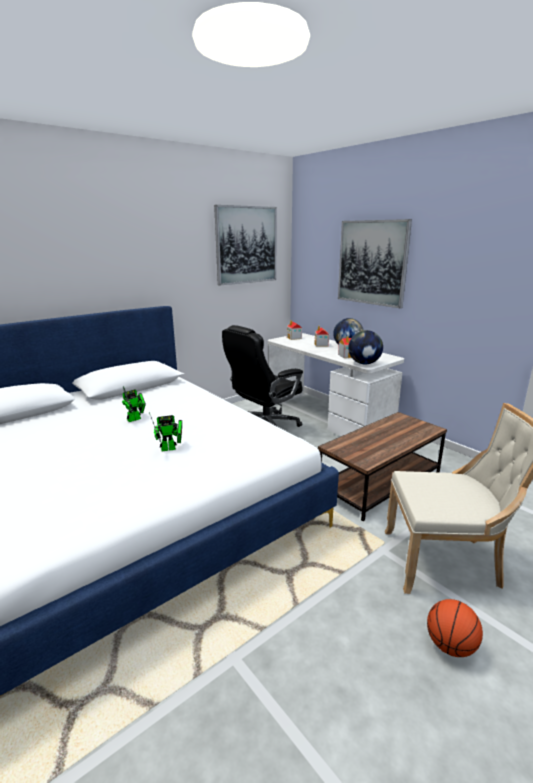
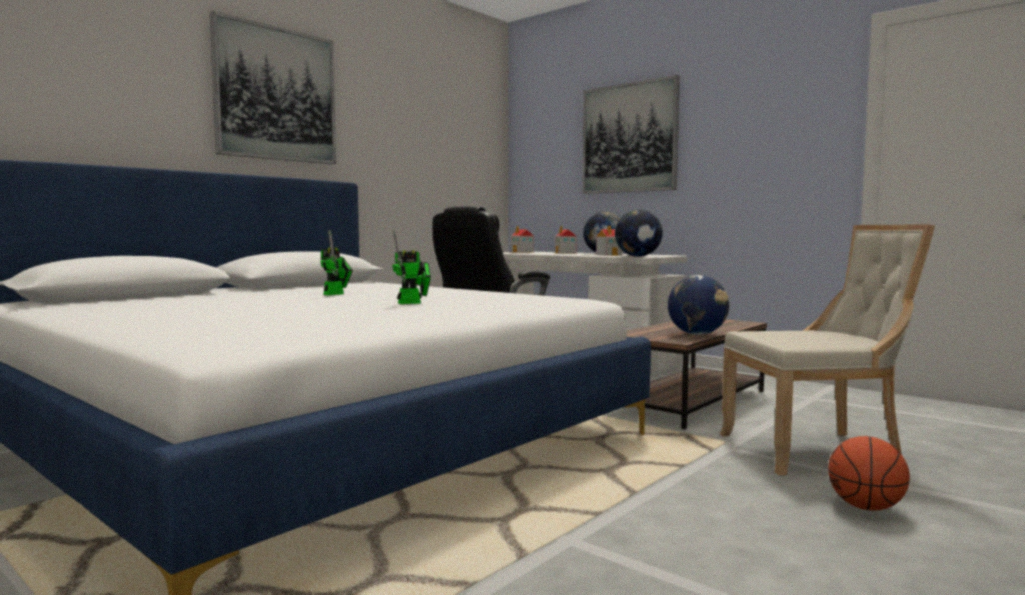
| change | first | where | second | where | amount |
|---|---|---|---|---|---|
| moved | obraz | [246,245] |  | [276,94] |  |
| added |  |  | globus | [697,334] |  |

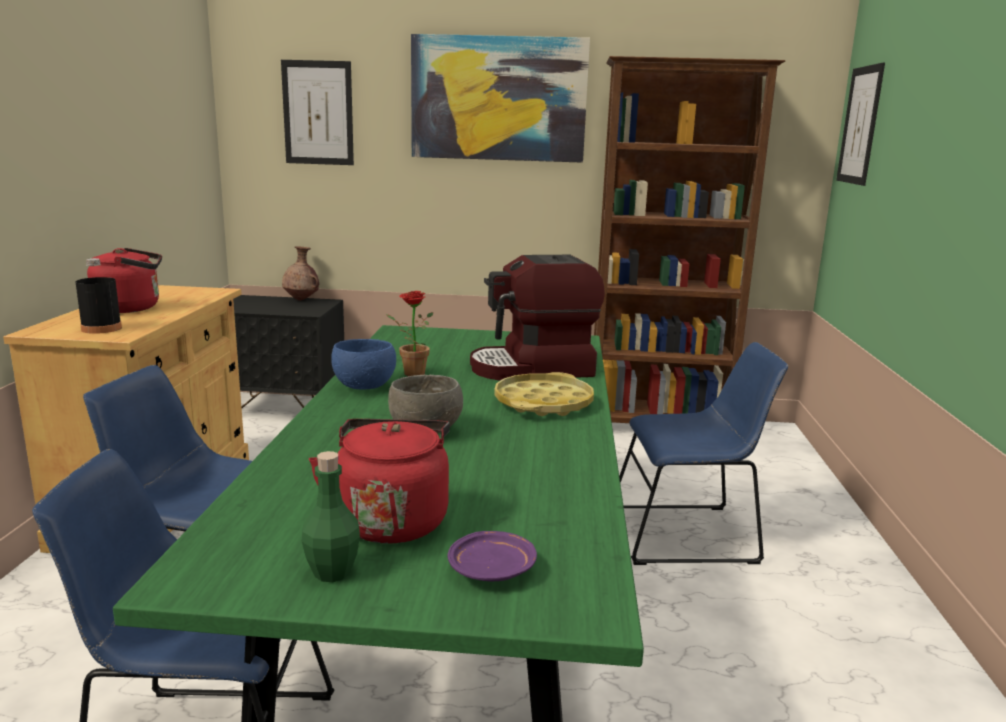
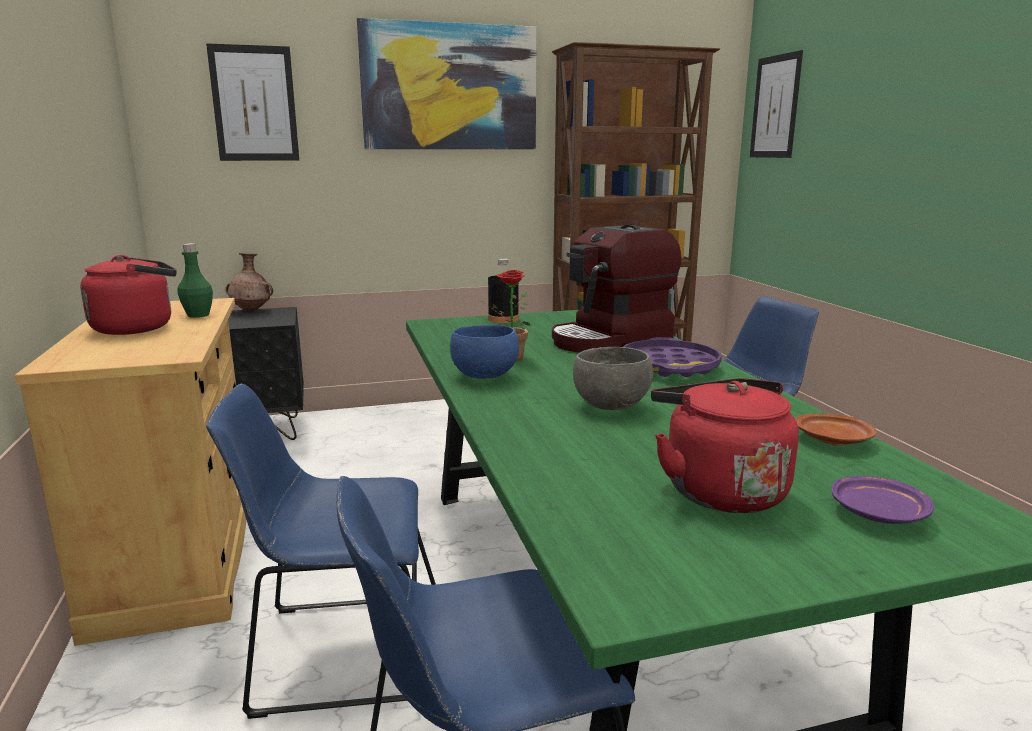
| change | first | where | second | where | amount |
|---|---|---|---|---|---|
| moved | butelka/czarny | [101,328] |  | [503,319] |  |
| moved | butelka/zielony | [332,572] |  | [198,315] |  |
| recoloured | taca/żółty | [543,403] | taca/fioletowy | [669,366] |  |
| added |  |  | talerz/brązowy | [834,440] |  |

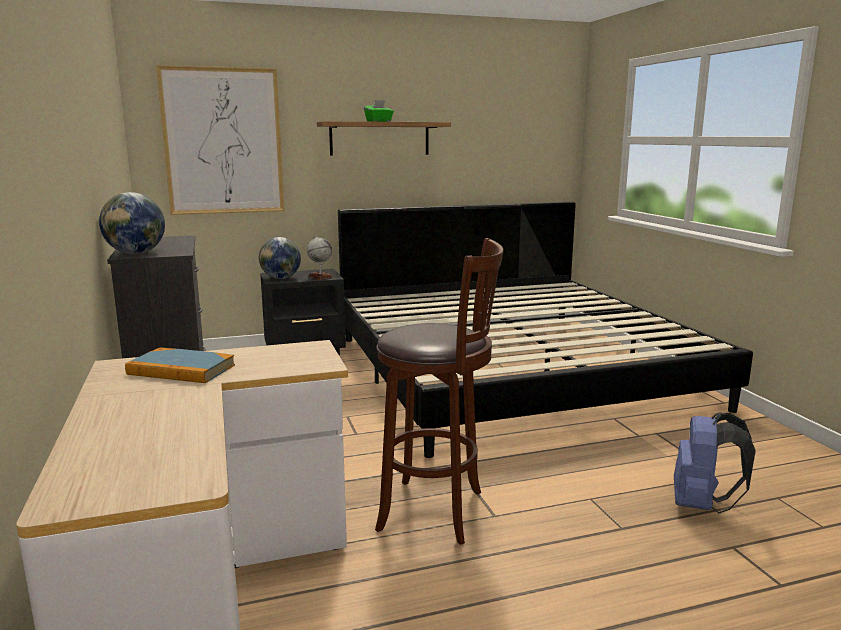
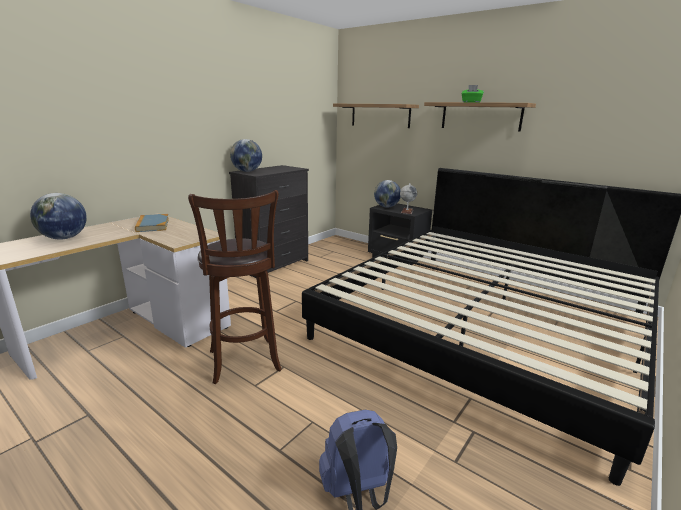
| change | first | where | second | where | amount |
|---|---|---|---|---|---|
| replaced | obraz | [223,141] | półka | [380,115] |  |
| added |  |  | globus | [64,238] |  |

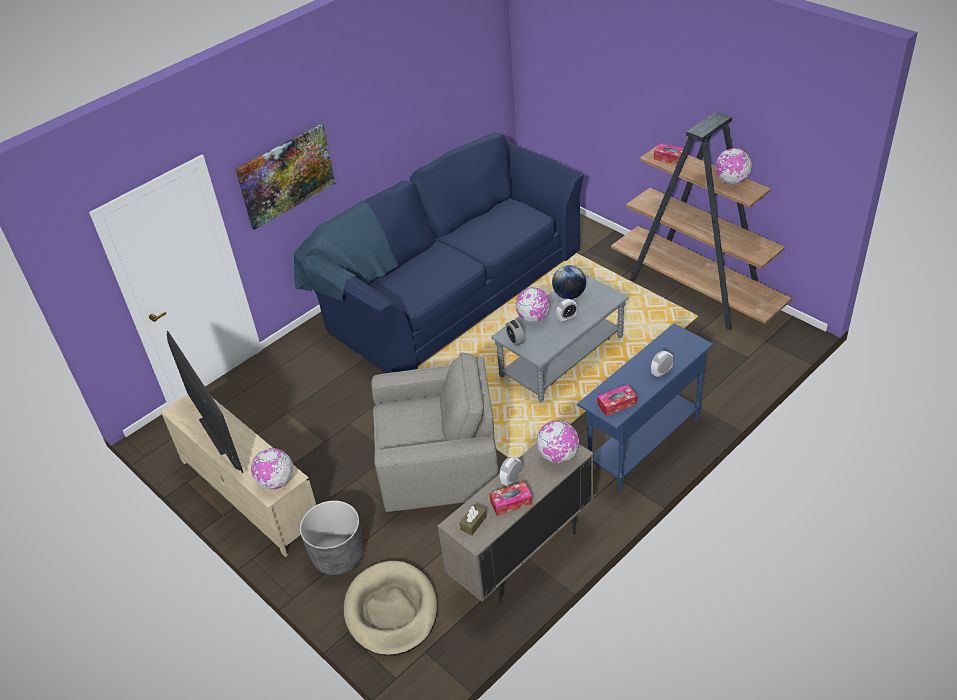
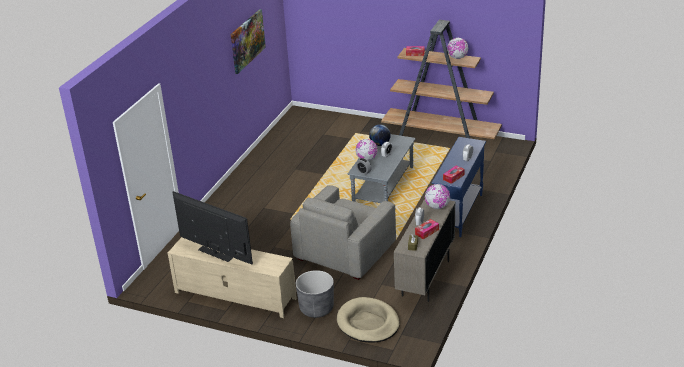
| change | first | where | second | where | amount |
|---|---|---|---|---|---|
| moved | obraz | [286,175] |  | [247,40] |  |
| removed | globus | [276,482] |  |  |  |
| removed | kanapa/niebieski | [449,287] |  |  |  |
| turned | fotel/szary | [438,462] |  | [345,251] | 150 degrees clockwise |

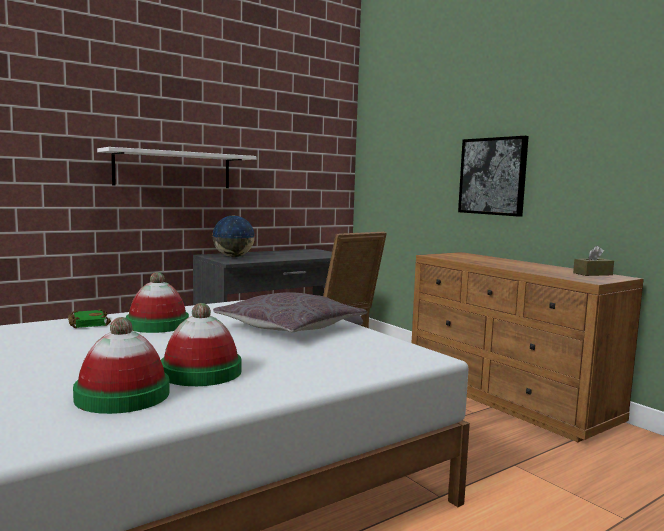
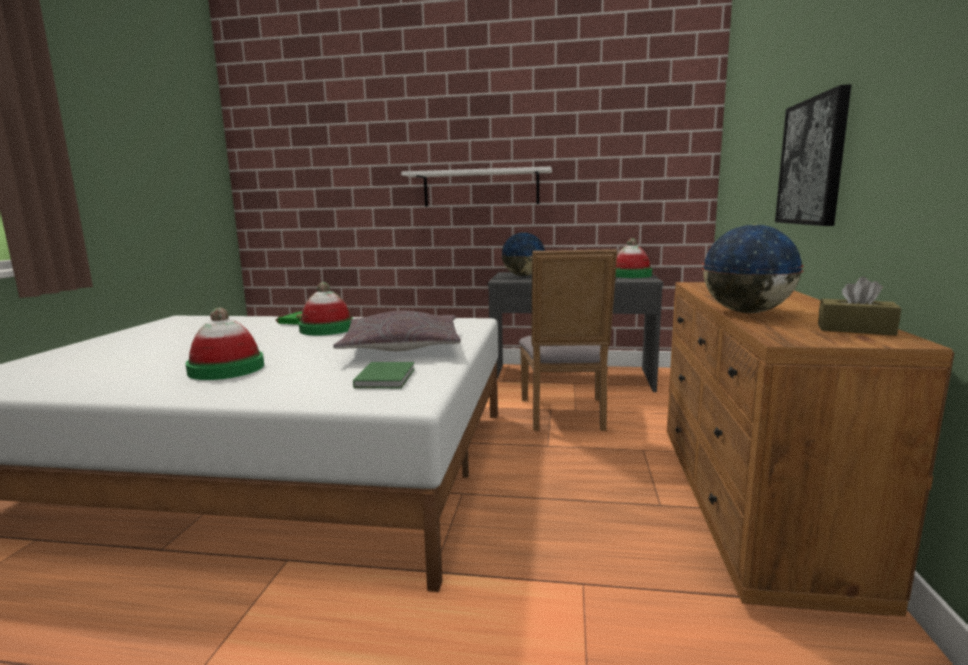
| change | first | where | second | where | amount |
|---|---|---|---|---|---|
| moved | kapelusz | [122,395] |  | [630,275] |  |
| added |  |  | książka/zielony | [387,377] |  |
| added |  |  | globus | [746,312] |  |

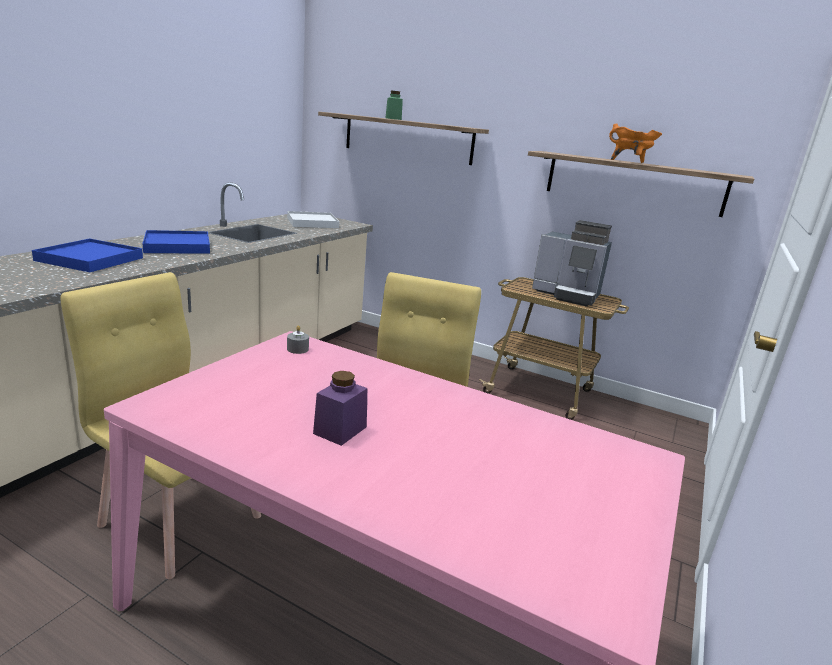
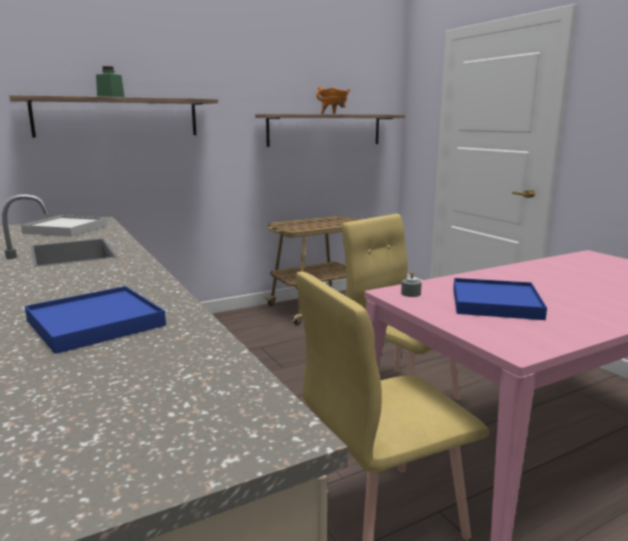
| change | first | where | second | where | amount |
|---|---|---|---|---|---|
| moved | taca/niebieski | [177,246] |  | [495,303] |  |
| removed | słoik/fioletowy | [340,430] |  |  |  |
| removed | ekspres do kawy | [567,295] |  |  |  |

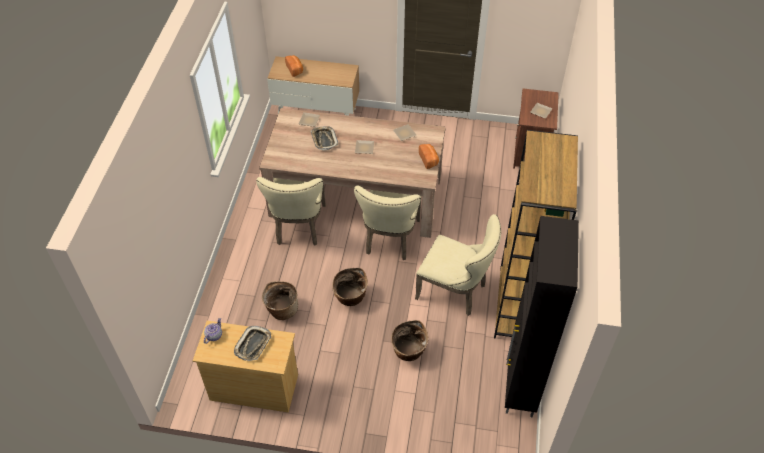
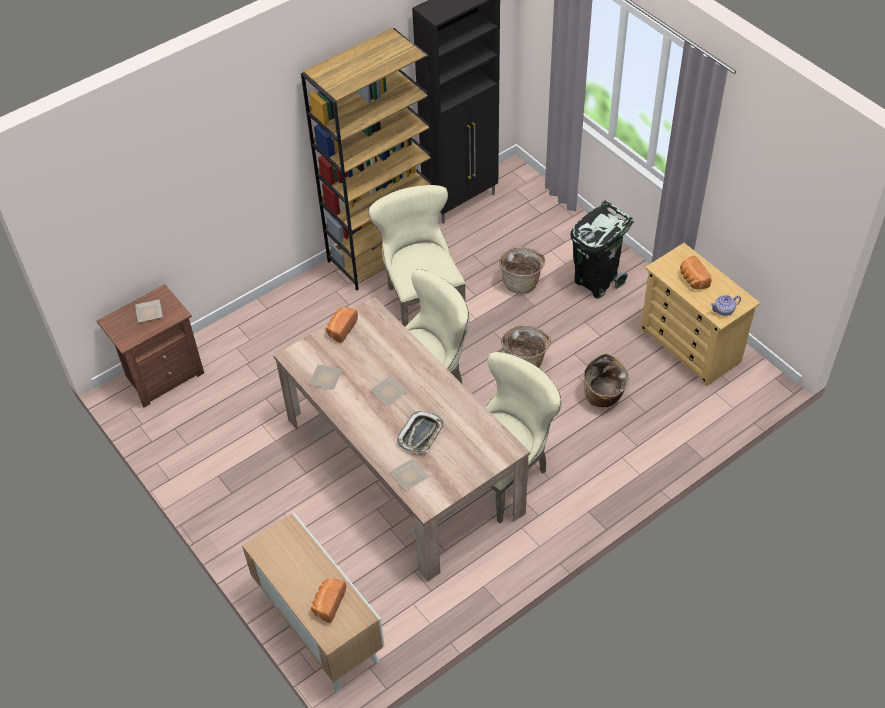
| change | first | where | second | where | amount |
|---|---|---|---|---|---|
| replaced | taca | [253,345] | chleb | [692,280] |  |
| added |  |  | kosz na śmieci/czarny | [596,281] |  |

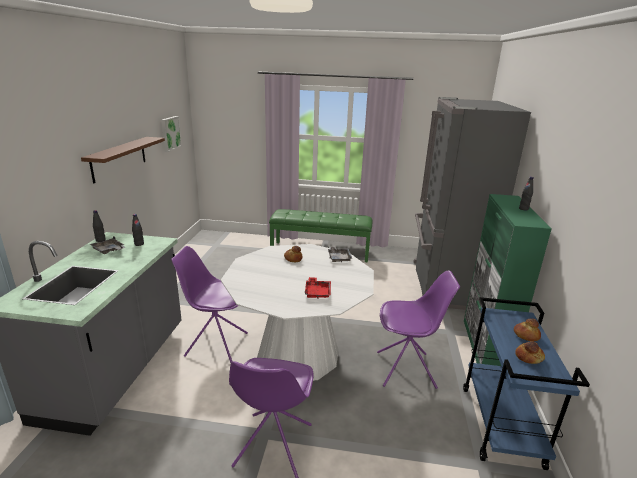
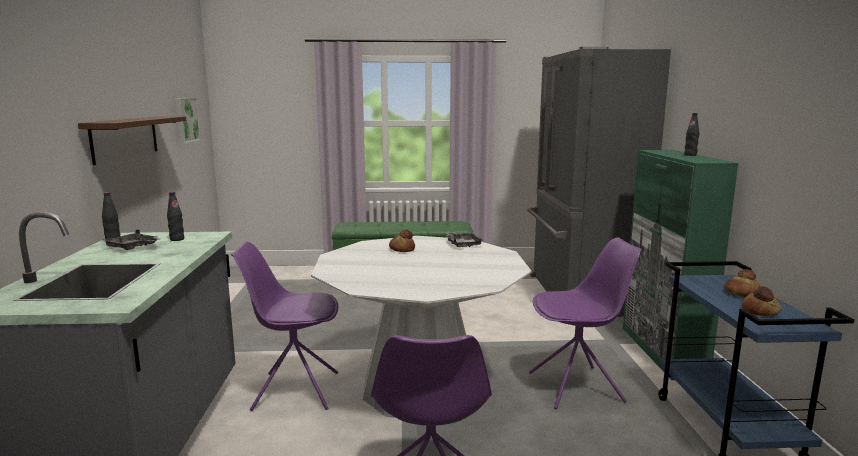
| change | first | where | second | where | amount |
|---|---|---|---|---|---|
| removed | taca/czerwony | [317,292] |  |  |  |

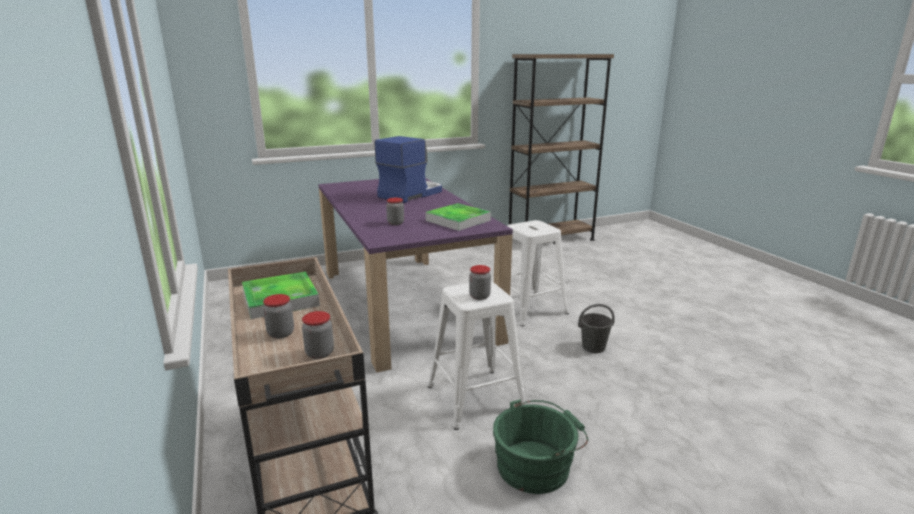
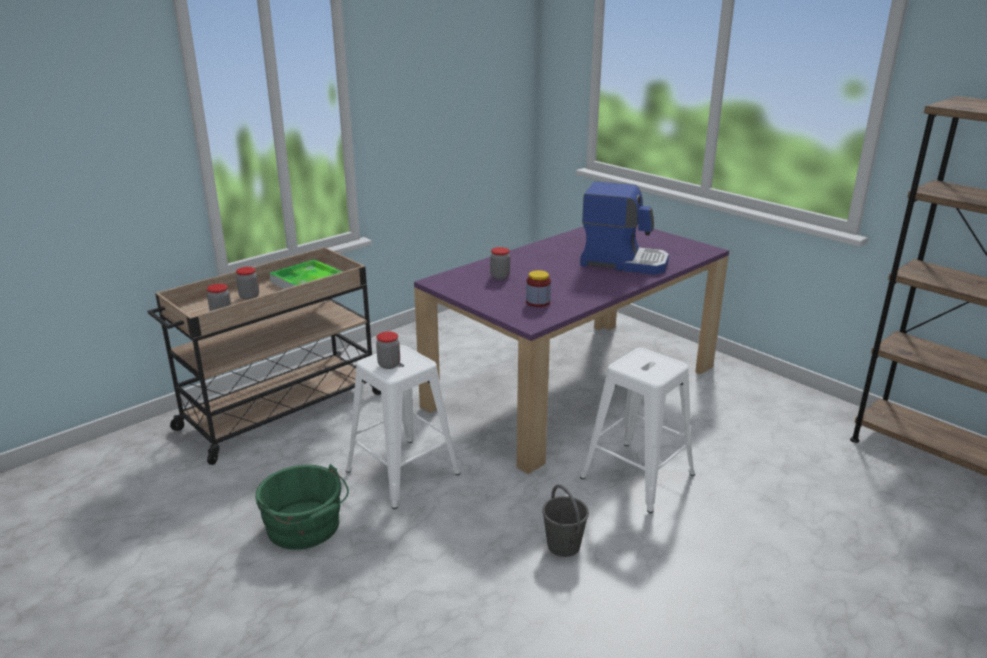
| change | first | where | second | where | amount |
|---|---|---|---|---|---|
| replaced | taca | [458,220] | słoik | [538,302] |  |

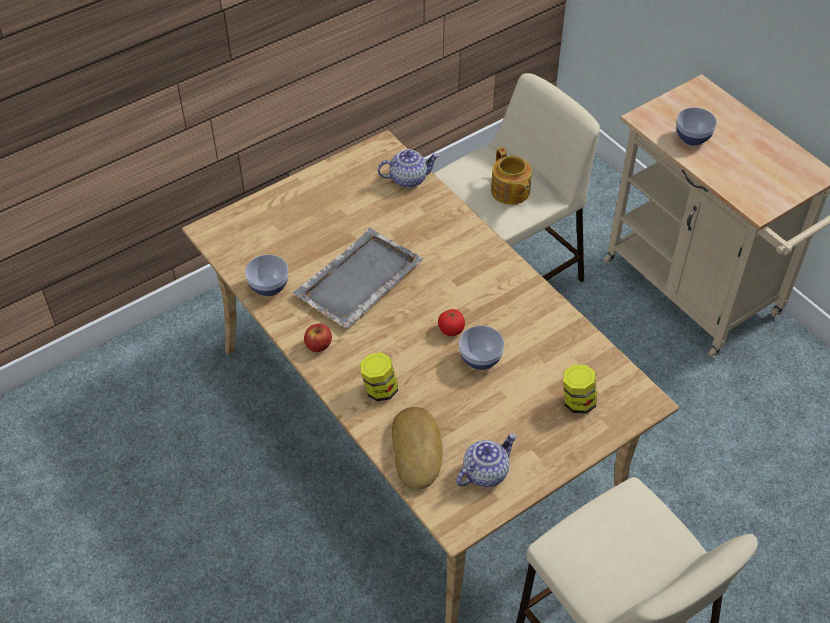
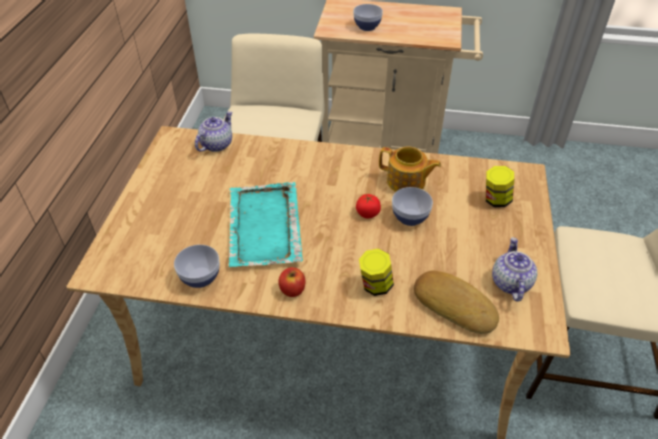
| change | first | where | second | where | amount |
|---|---|---|---|---|---|
| recoloured | taca/szary | [358,281] | taca/turkusowy | [264,227] |  |
| moved | imbryk | [510,192] |  | [406,182] |  |

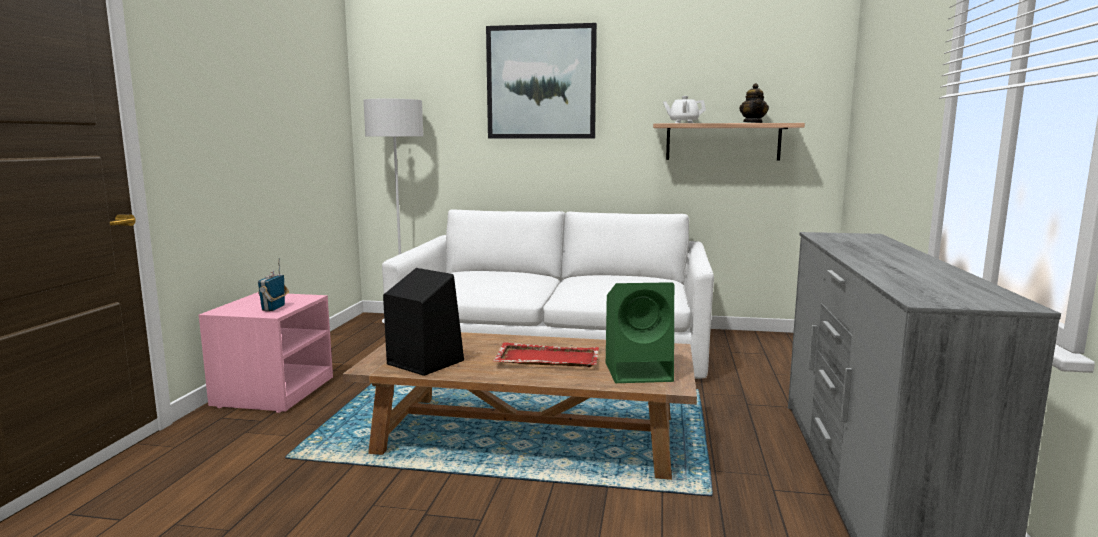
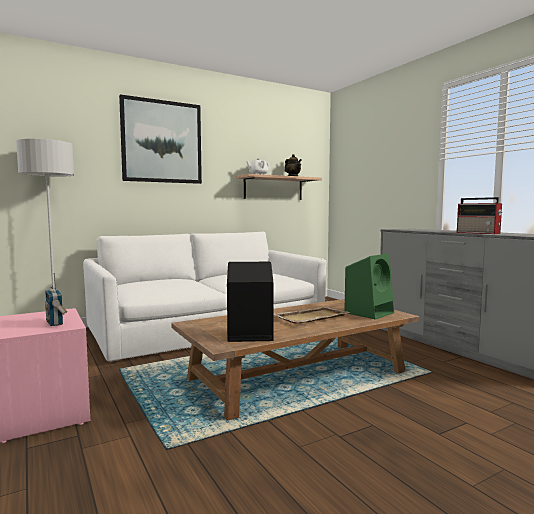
| change | first | where | second | where | amount |
|---|---|---|---|---|---|
| recoloured | taca/czerwony | [546,359] | taca/beżowy | [310,317] |  |
| added |  |  | radio | [479,233] |  |

